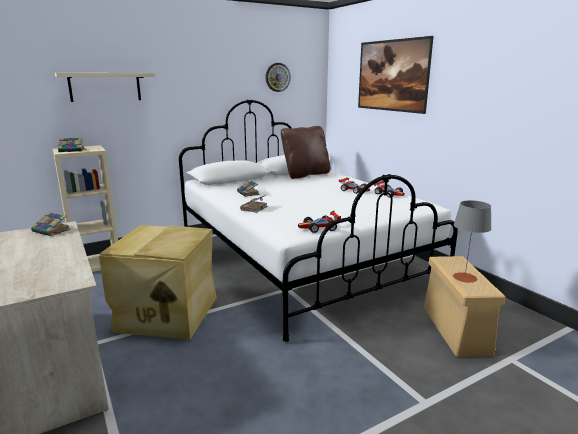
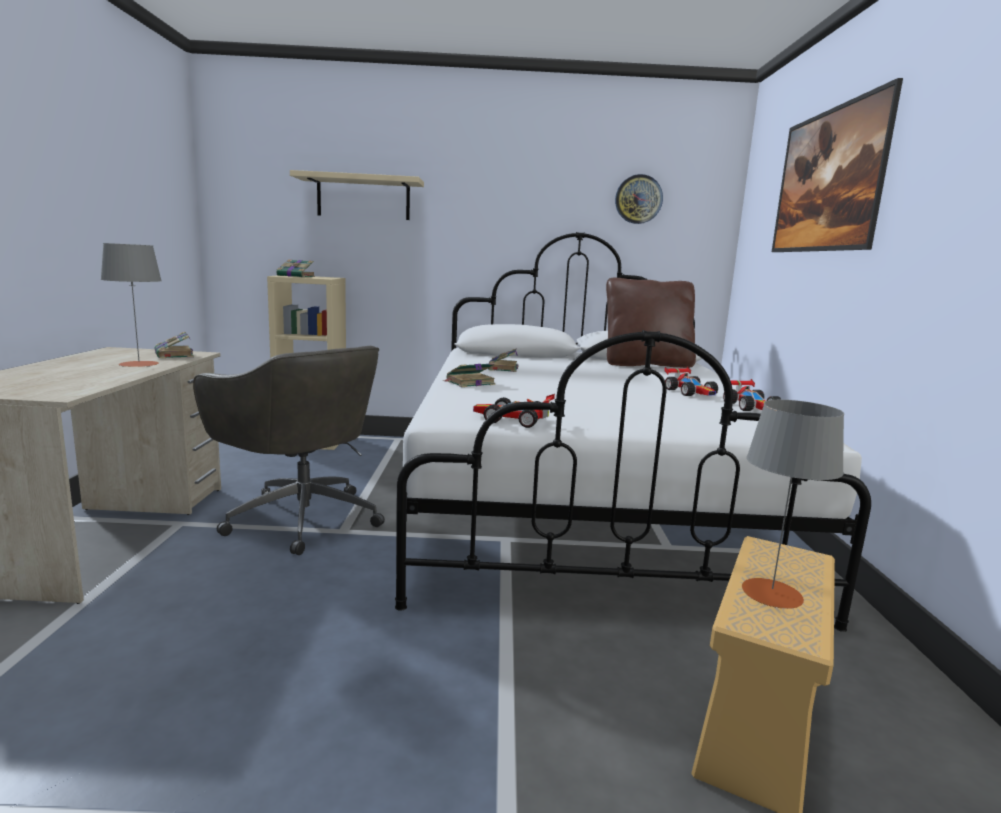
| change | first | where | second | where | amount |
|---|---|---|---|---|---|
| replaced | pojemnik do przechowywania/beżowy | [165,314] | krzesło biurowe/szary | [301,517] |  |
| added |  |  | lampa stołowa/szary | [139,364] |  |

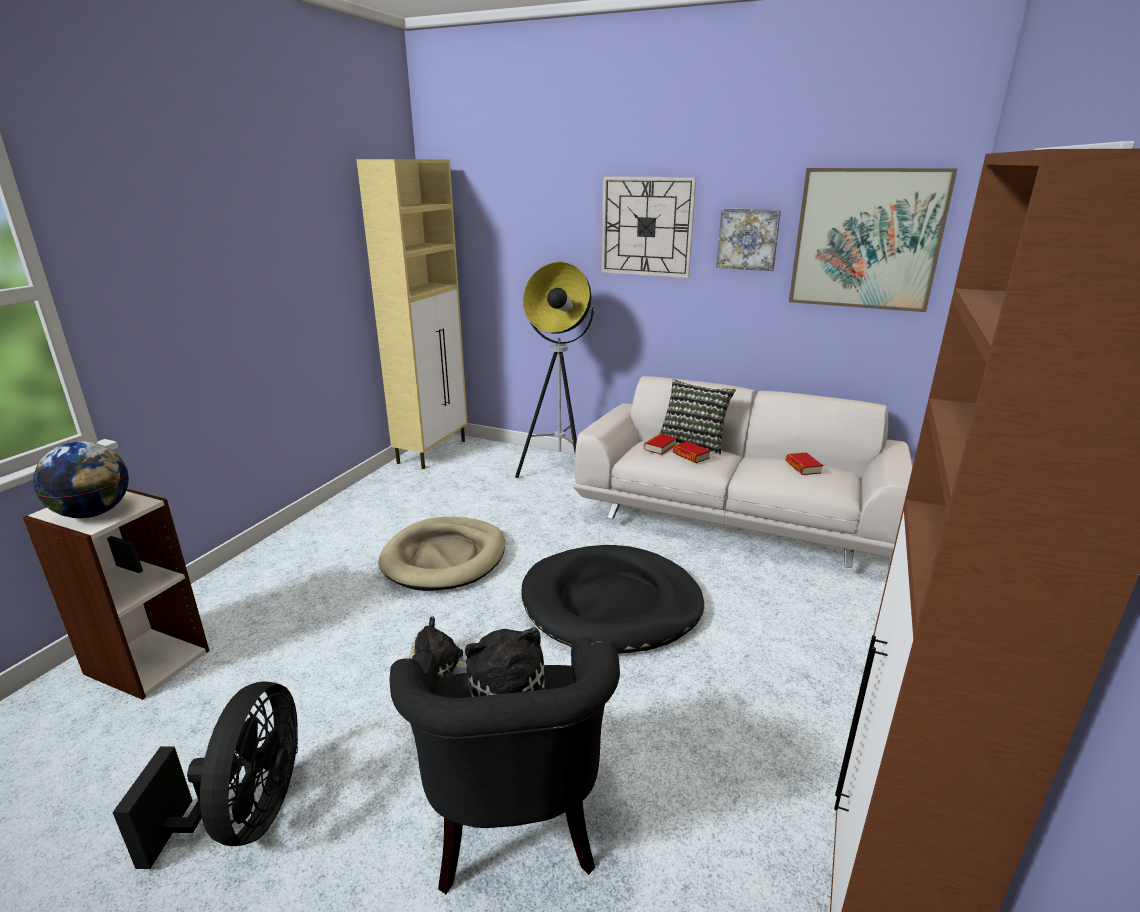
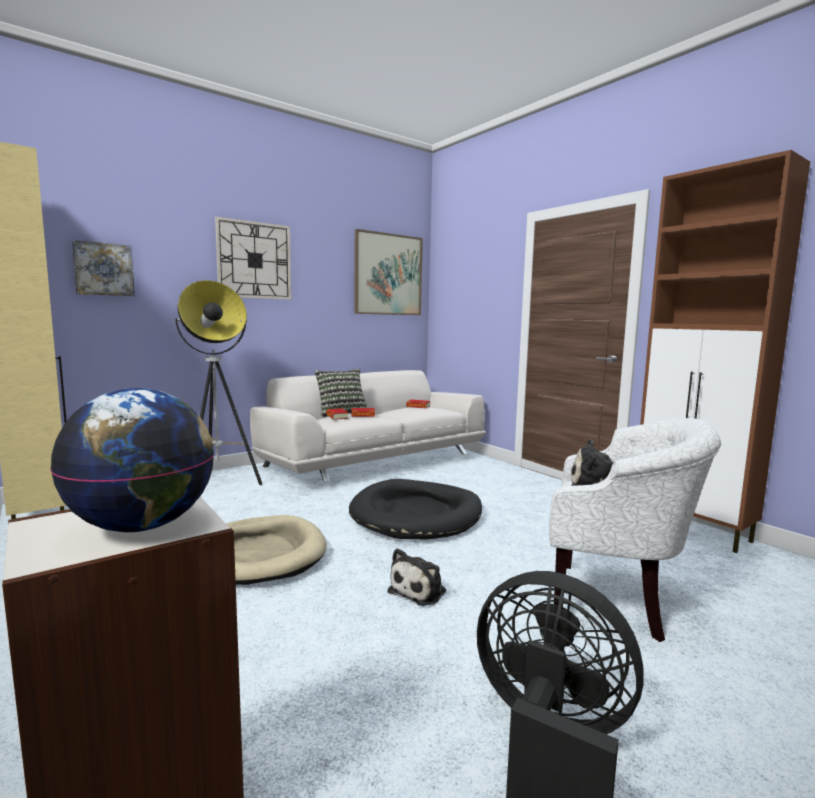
| change | first | where | second | where | amount |
|---|---|---|---|---|---|
| recoloured | fotel/czarny | [514,831] | fotel/biały | [616,601] |  |
| moved | obraz | [748,239] |  | [103,269] |  |

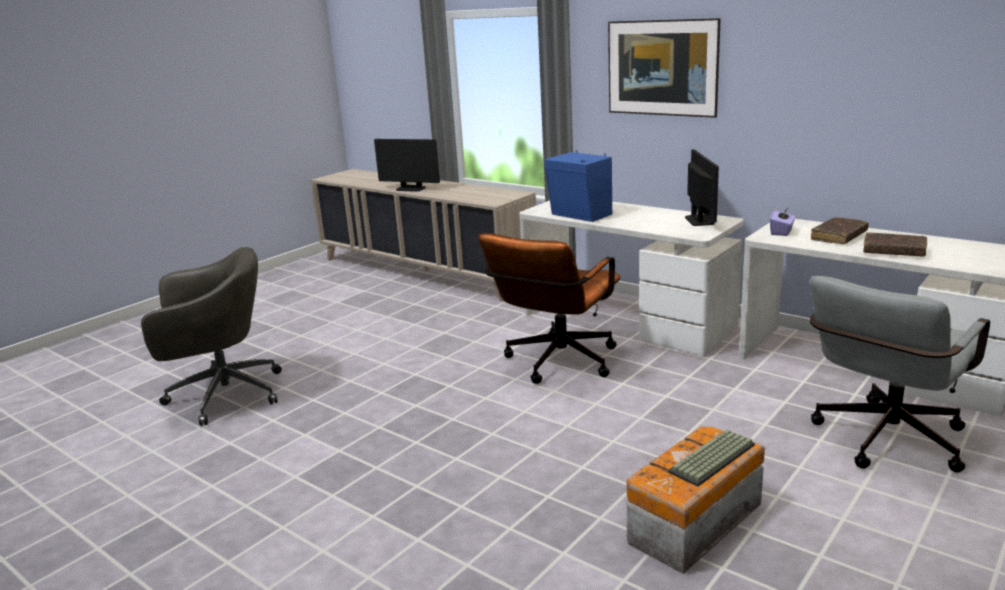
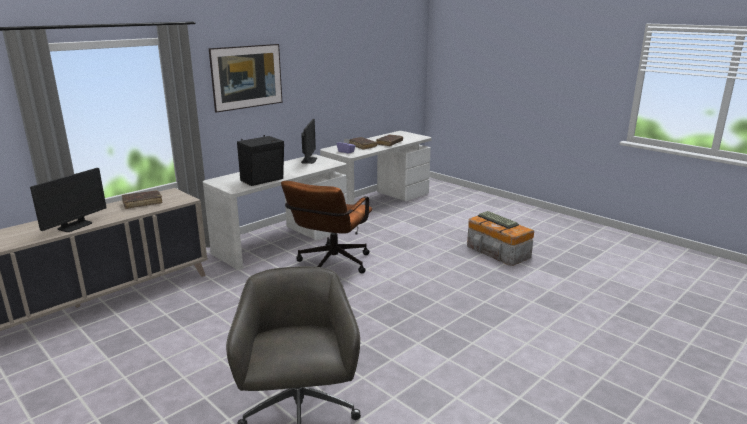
| change | first | where | second | where | amount |
|---|---|---|---|---|---|
| turned | krzesło biurowe/brązowy | [556,364] |  | [331,265] | 75 degrees clockwise |
| recoloured | głośnik/niebieski | [580,215] | głośnik/czarny | [263,180] |  |
| turned | monitor | [699,220] |  | [309,160] | 90 degrees clockwise |
| removed | krzesło biurowe/szary | [883,443] |  |  |  |
| added |  |  | książka/brązowy | [142,203] |  |

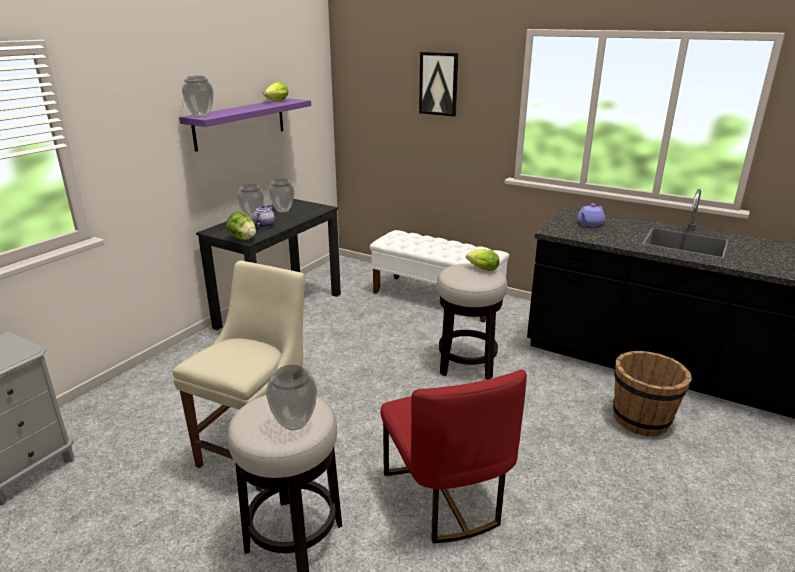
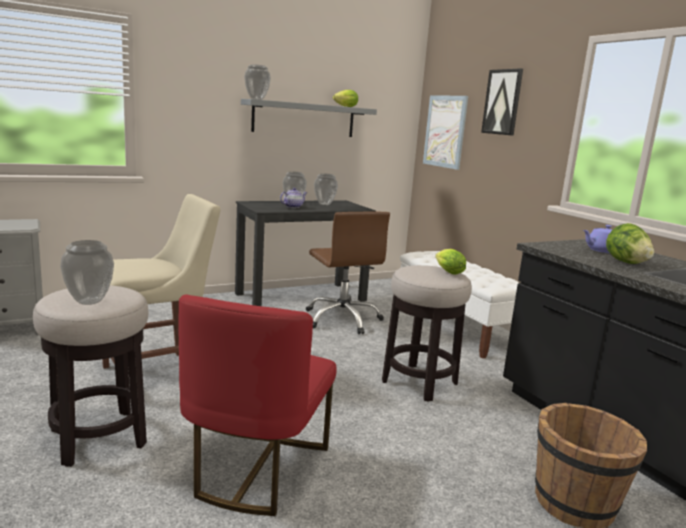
| change | first | where | second | where | amount |
|---|---|---|---|---|---|
| recoloured | półka/fioletowy | [240,123] | półka/szary | [304,119] |  |
| moved | sałata | [243,239] |  | [626,262] |  |
| added |  |  | krzesło biurowe/brązowy | [342,319] |  |
| added |  |  | obraz | [445,131] |  |

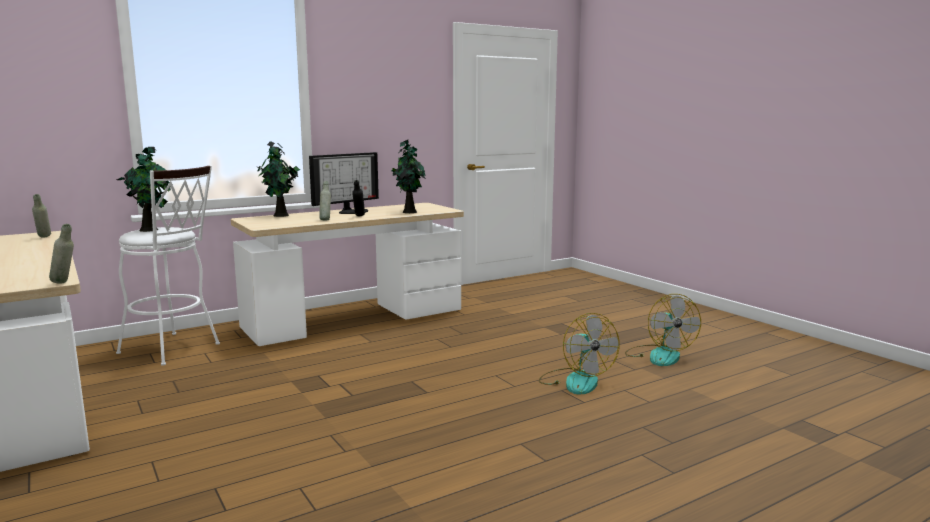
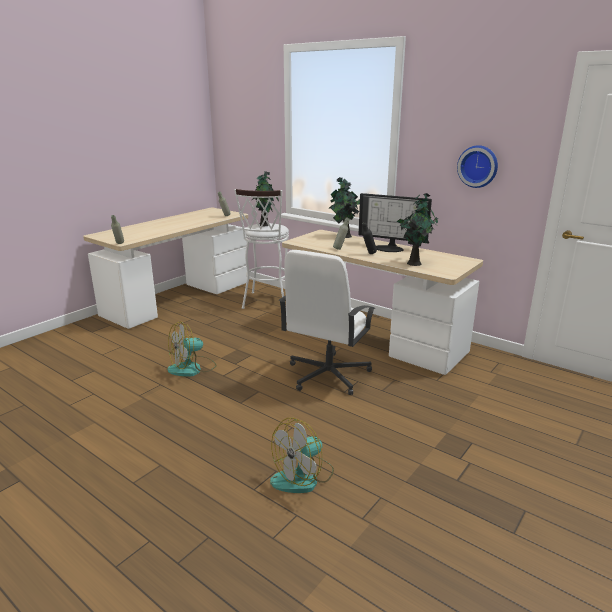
| change | first | where | second | where | amount |
|---|---|---|---|---|---|
| moved | wentylator | [659,355] |  | [192,368] |  |
| added |  |  | krzesło biurowe/biały | [327,375] |  |
| added |  |  | zegar ścienny | [478,166] |  |

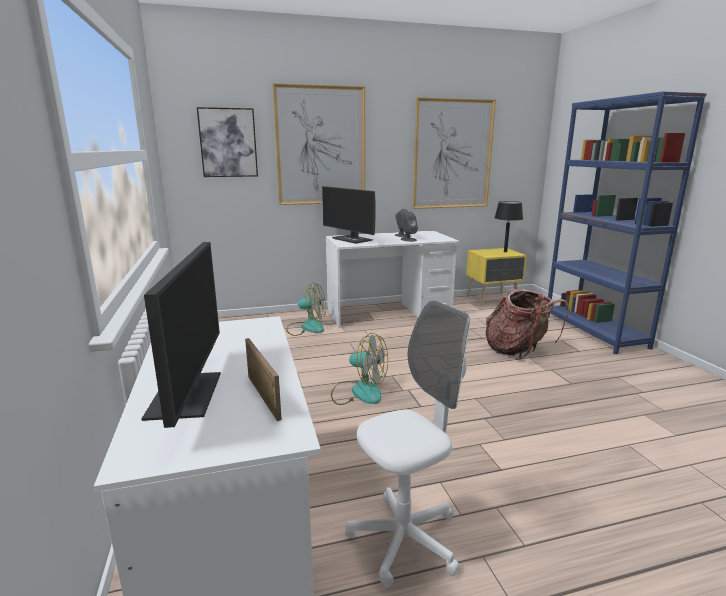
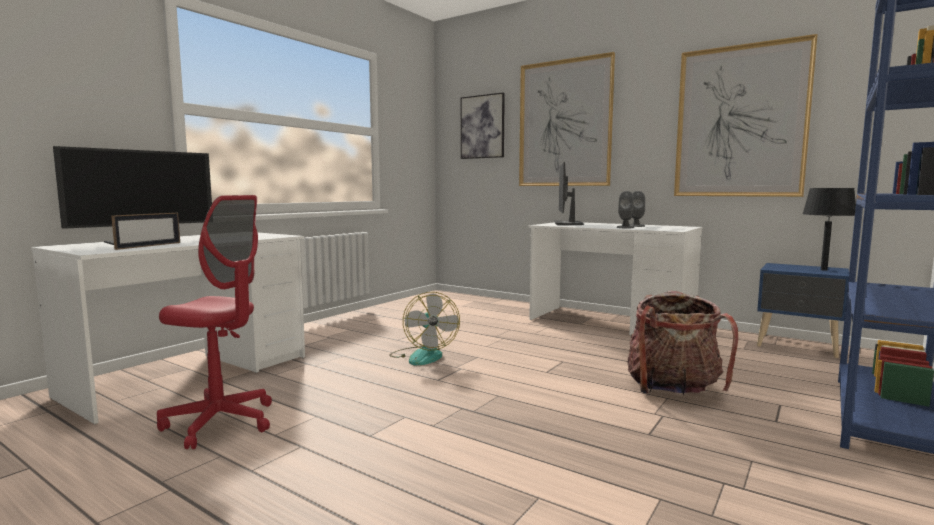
| change | first | where | second | where | amount |
|---|---|---|---|---|---|
| removed | wentylator | [306,327] |  |  |  |
| recoloured | krzesło biurowe/biały | [405,540] | krzesło biurowe/czerwony | [220,423] |  |
| recoloured | szafka nocna/żółty | [493,299] | szafka nocna/niebieski | [798,346] |  |

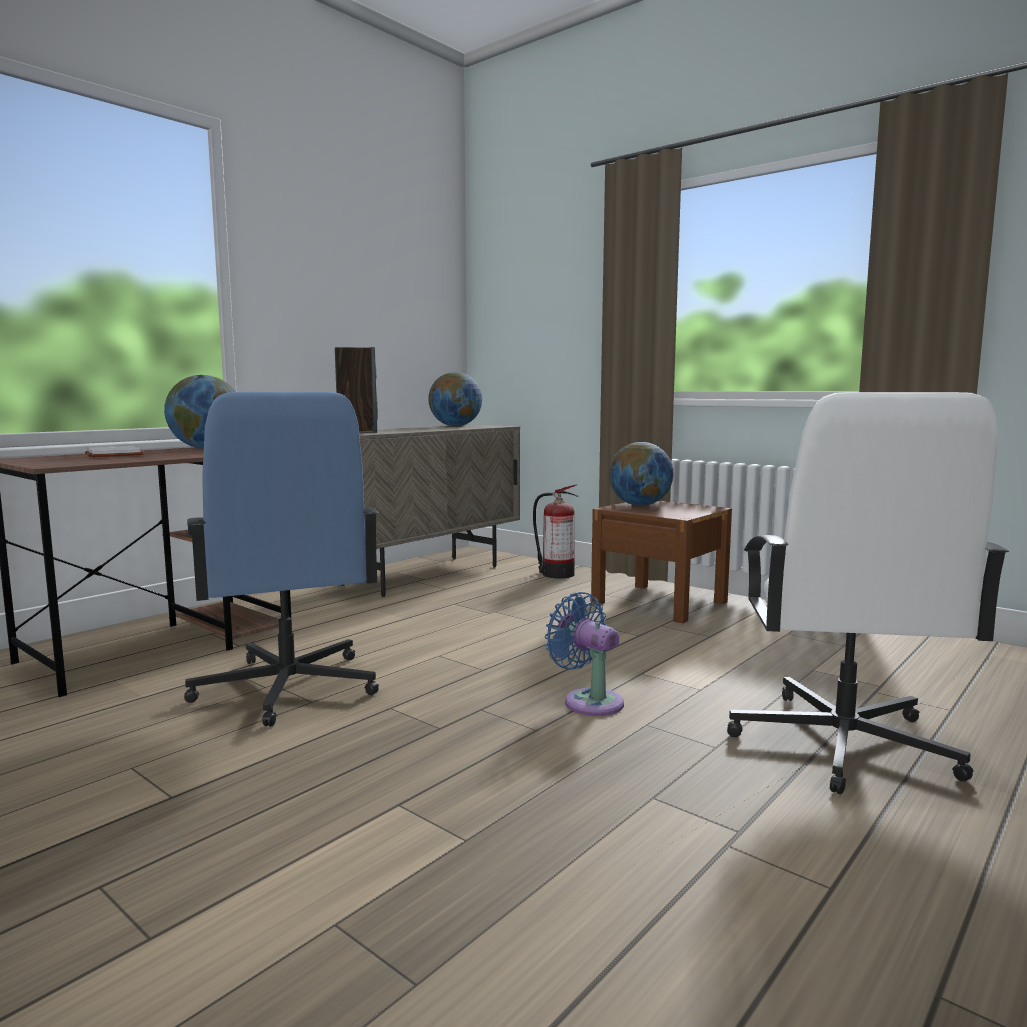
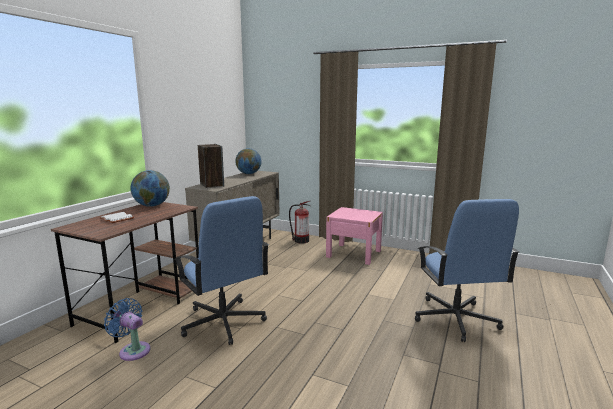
| change | first | where | second | where | amount |
|---|---|---|---|---|---|
| moved | wentylator/niebieski | [588,701] |  | [133,350] |  |
| recoloured | szafka nocna/brązowy | [659,602] | szafka nocna/różowy | [354,254] |  |
| removed | globus | [640,505] |  |  |  |
| recoloured | krzesło biurowe/biały | [842,744] | krzesło biurowe/niebieski | [455,319] |  |

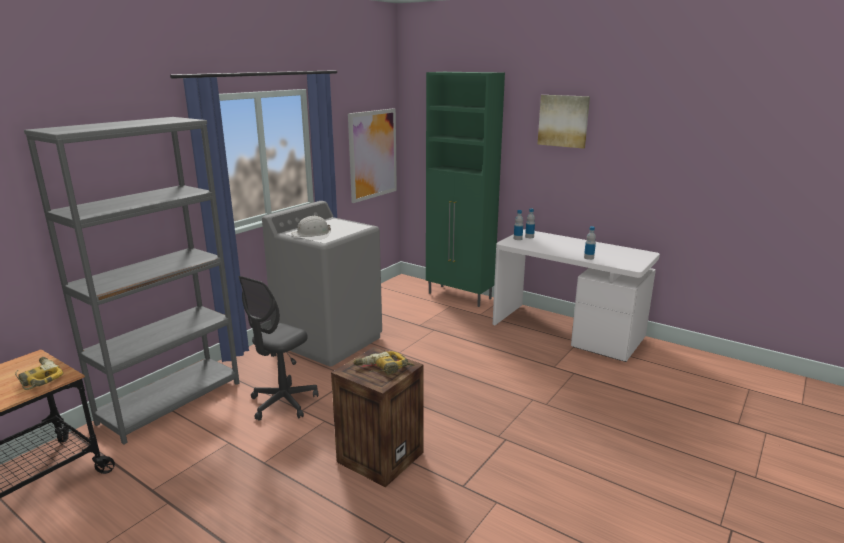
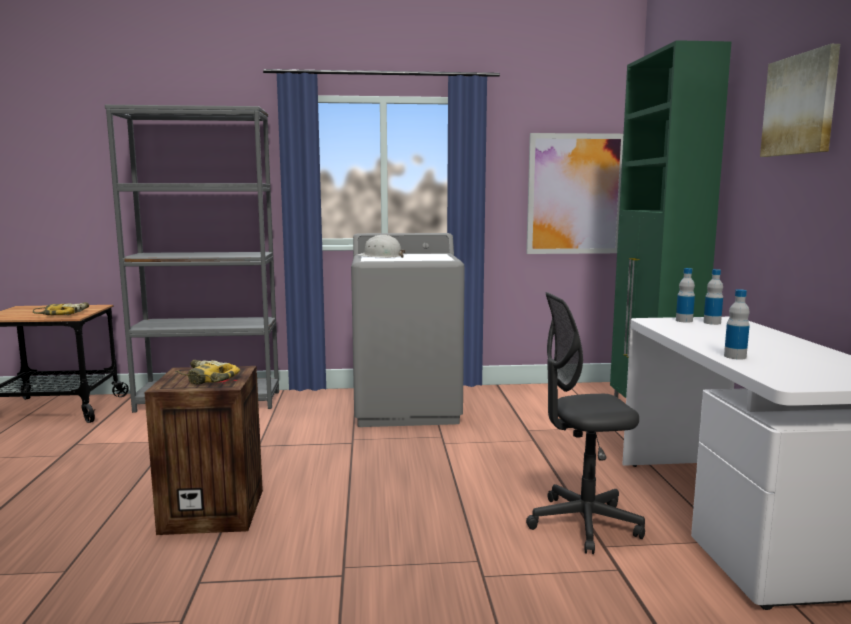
| change | first | where | second | where | amount |
|---|---|---|---|---|---|
| moved | krzesło biurowe/szary | [283,403] |  | [583,524] |  |

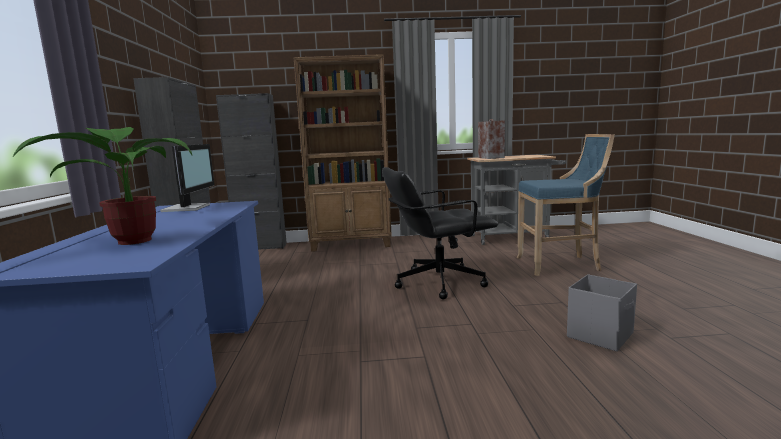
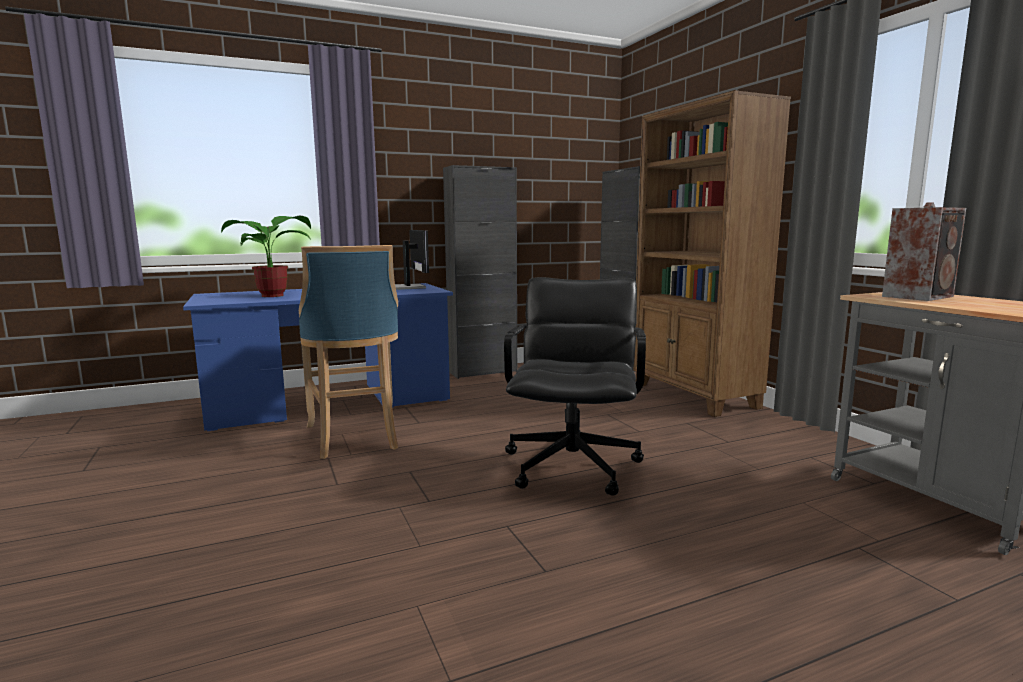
| change | first | where | second | where | amount |
|---|---|---|---|---|---|
| turned | monitor | [188,208] |  | [409,287] | 90 degrees counterclockwise |
| turned | krzesło biurowe/czarny | [438,282] |  | [573,466] | 45 degrees clockwise |
| moved | stołek/niebieski | [560,265] |  | [355,438] |  |
| removed | pojemnik do przechowywania/szary | [601,335] |  |  |  |

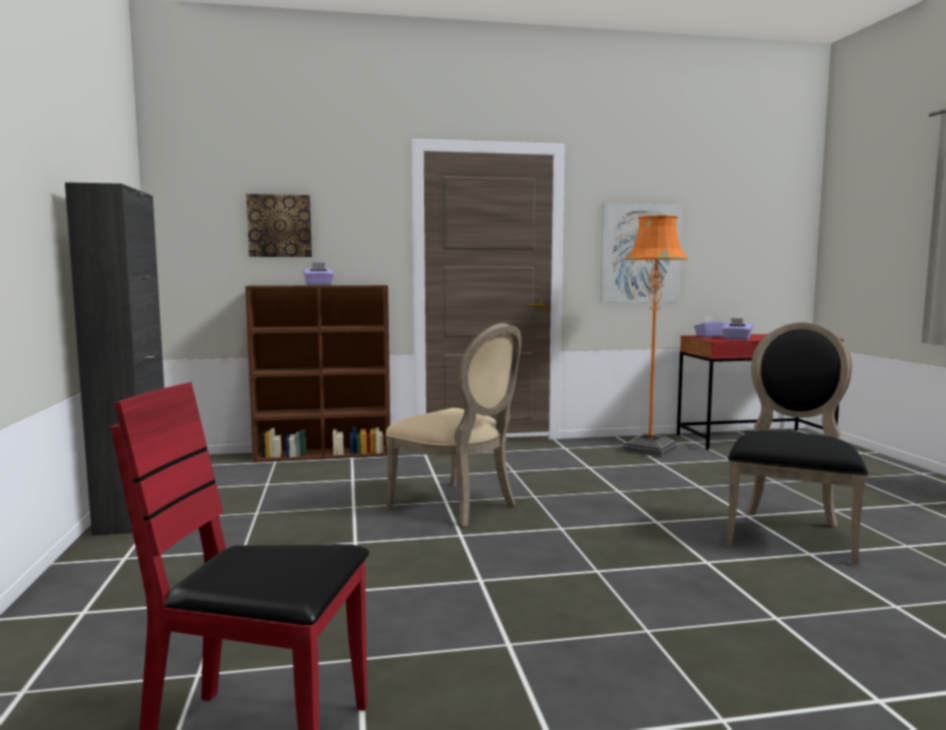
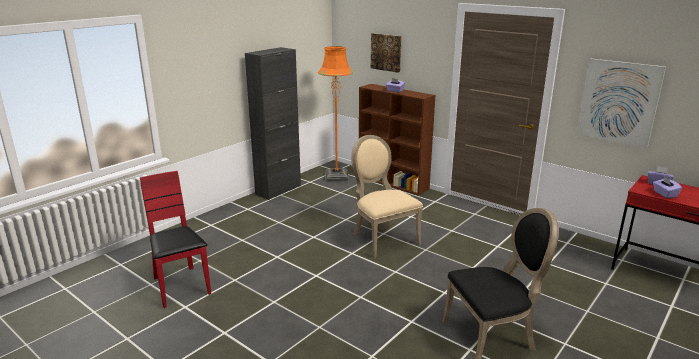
| change | first | where | second | where | amount |
|---|---|---|---|---|---|
| turned | krzesło/beżowy | [458,506] |  | [382,238] | 150 degrees clockwise |
| moved | lampa stojąca/pomarańczowy | [649,450] |  | [336,177] |  |

